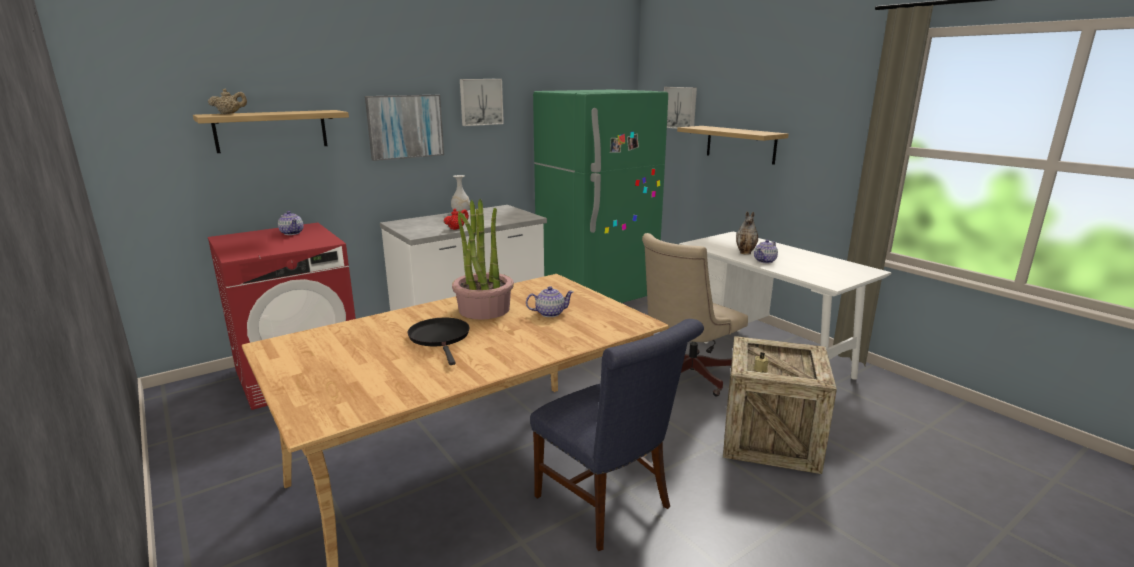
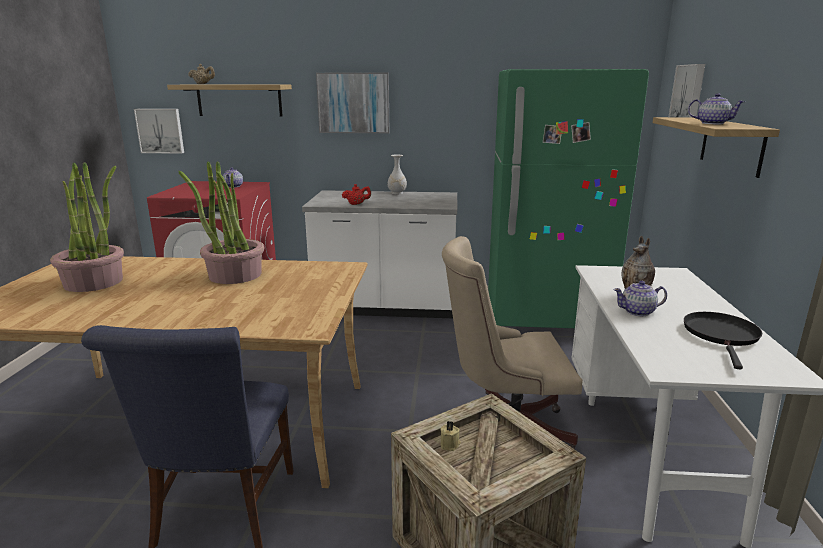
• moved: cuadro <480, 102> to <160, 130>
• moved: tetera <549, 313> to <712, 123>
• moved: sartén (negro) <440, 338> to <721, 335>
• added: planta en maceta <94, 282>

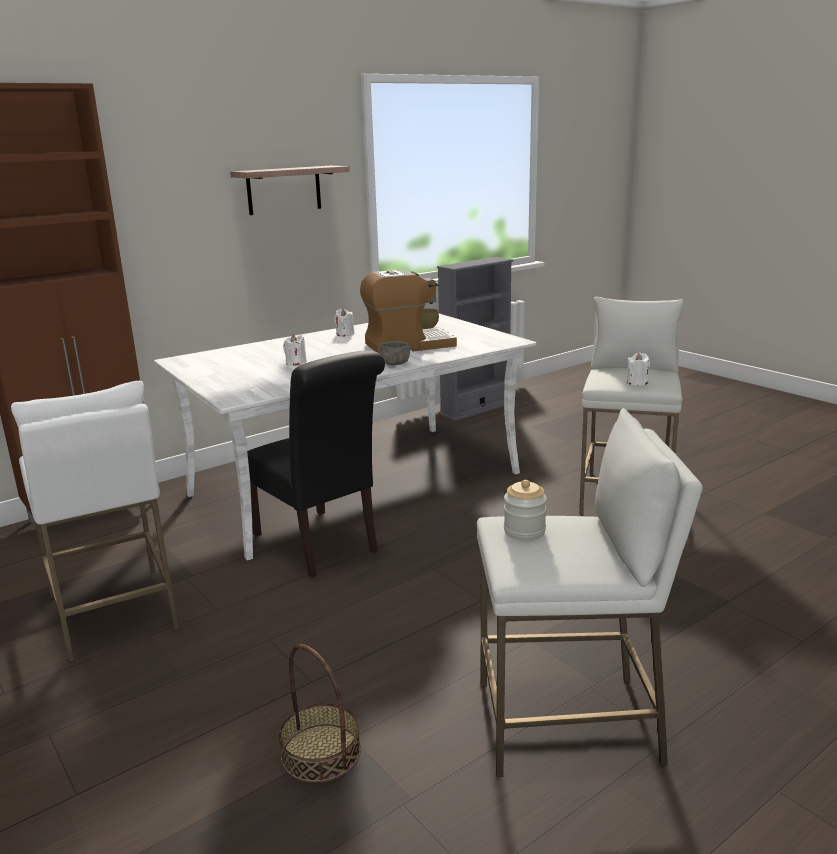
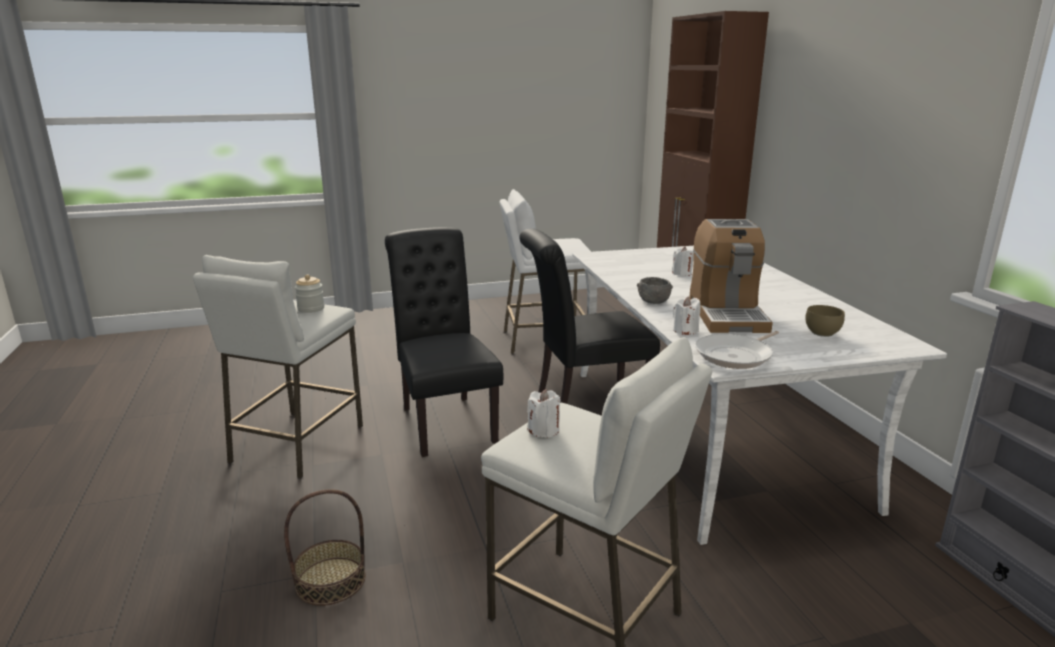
• removed: estante <284, 190>
• moved: vela (blanco) <345, 334> to <685, 330>
• moved: cesta <320, 752> to <331, 580>
• added: silla (negro) <445, 421>
• added: sartén <736, 356>

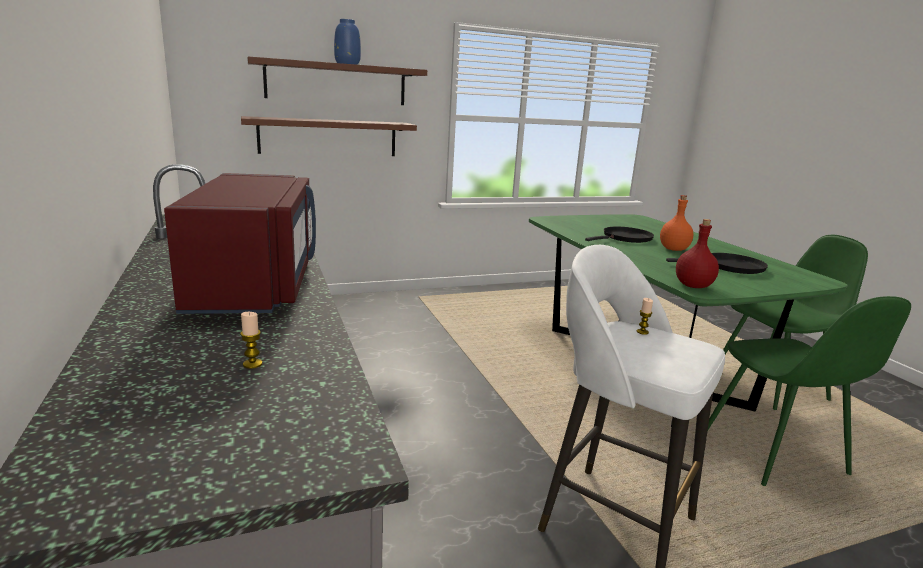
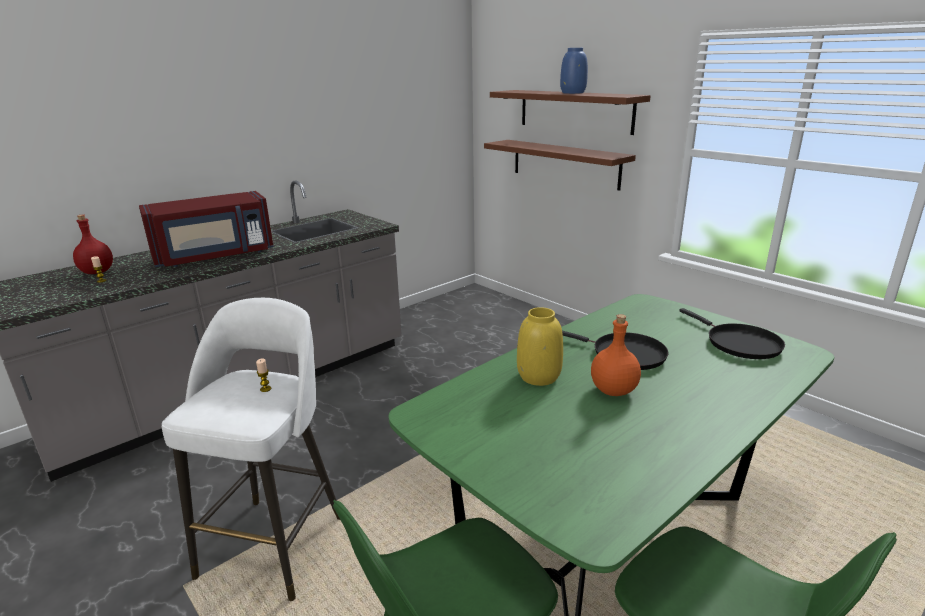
• moved: botella (rojo) <694, 286> to <97, 272>
• moved: sartén (negro) <729, 267> to <739, 343>
• added: florero (amarillo) <539, 377>

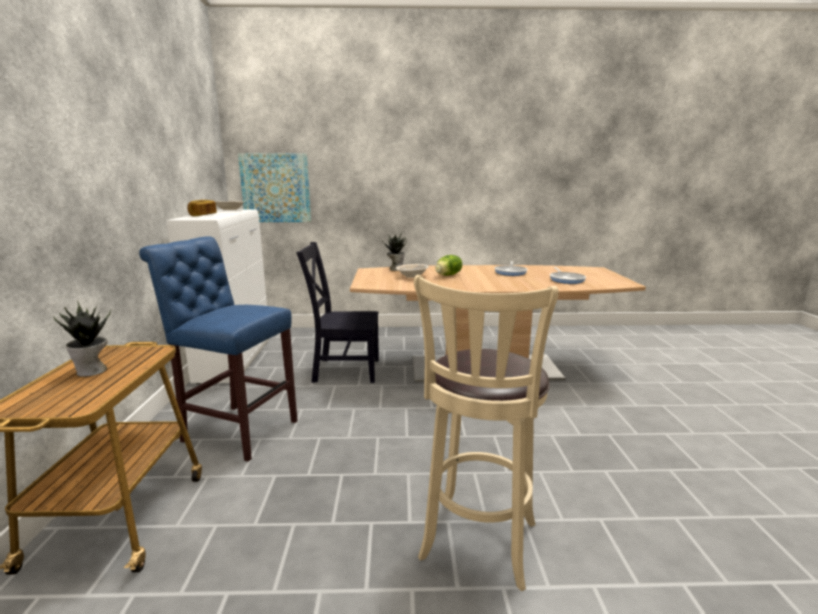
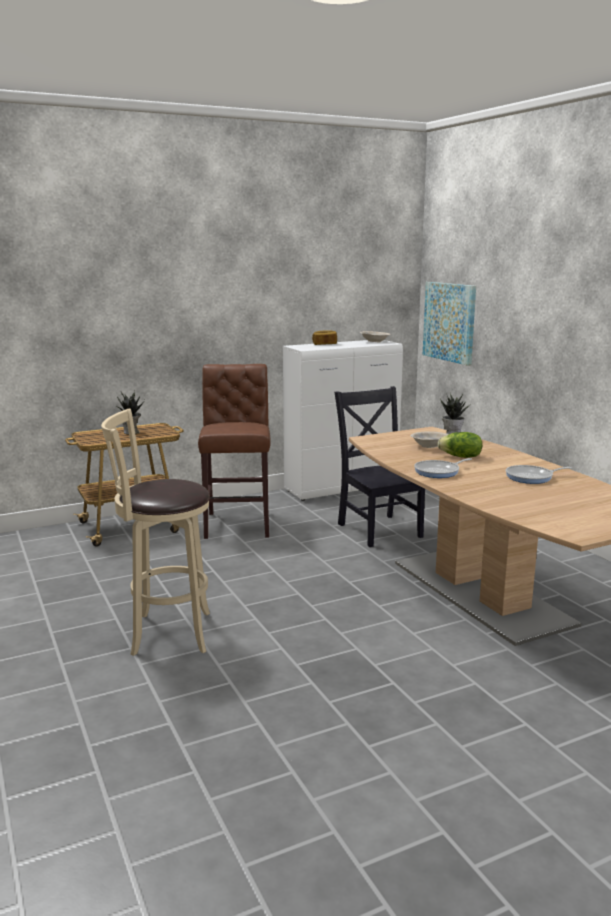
• recoloured: taburete (azul) <236, 430> to taburete (marrón) <238, 523>
• moved: sartén <566, 279> to <439, 472>

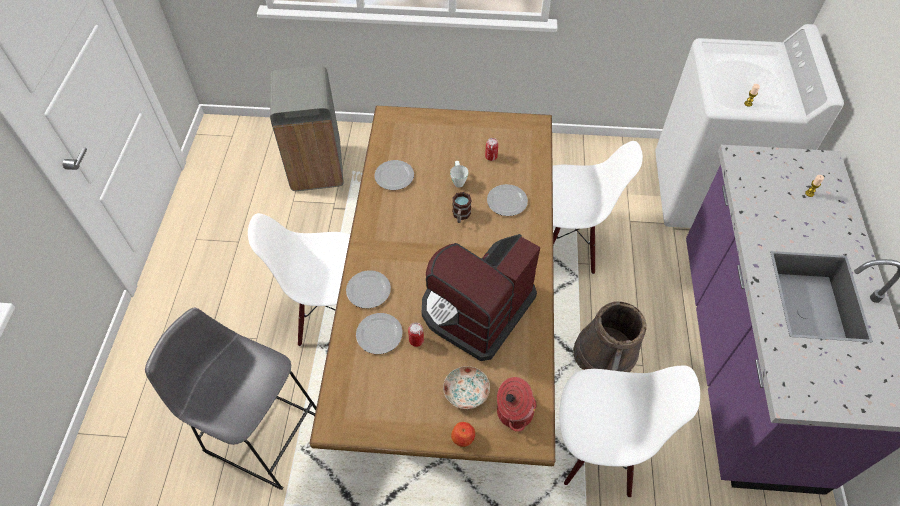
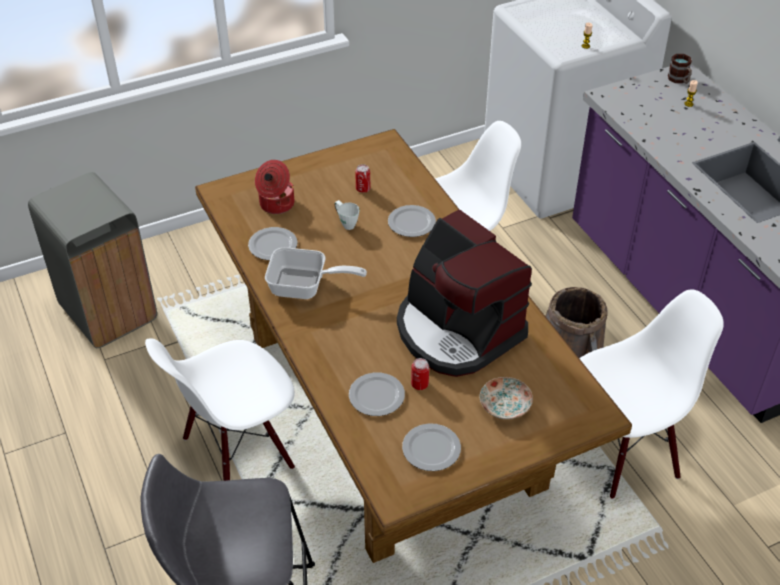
• moved: taza grande <460, 216> to <679, 80>
• turned: cafetera <476, 309> = <457, 331> 45 degrees counterclockwise
• moved: plato <368, 290> to <430, 448>
• moved: olla <513, 412> to <276, 204>
• removed: manzana <463, 437>
• added: sartén <305, 287>

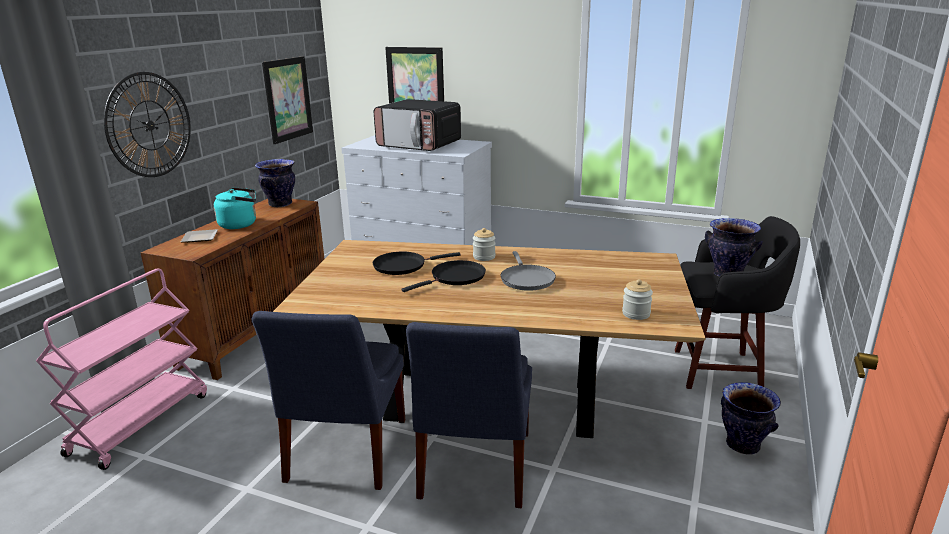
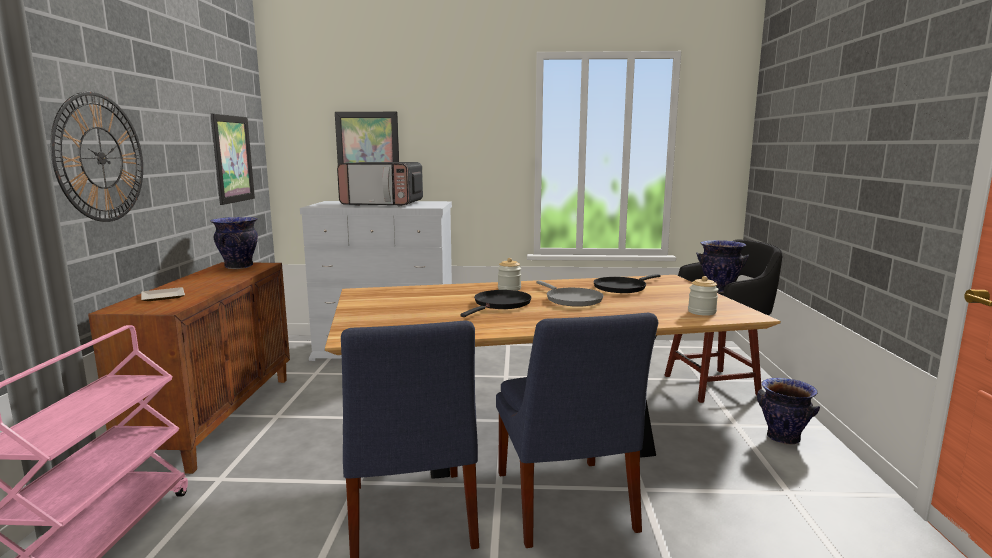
• removed: hervidor (turquesa) <240, 224>
• moved: sartén (negro) <403, 266> to <621, 287>

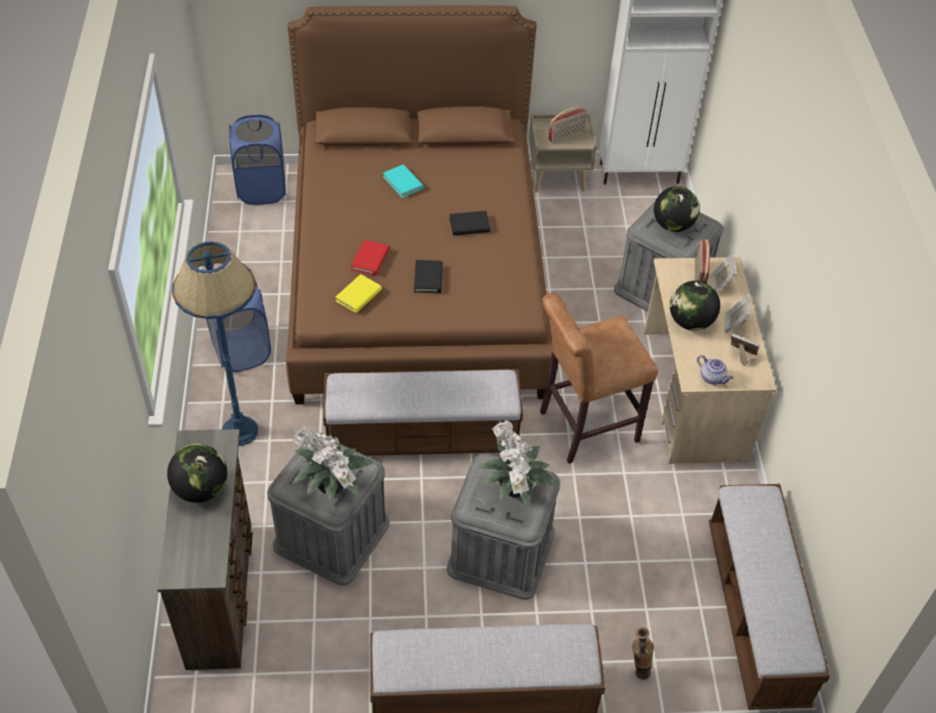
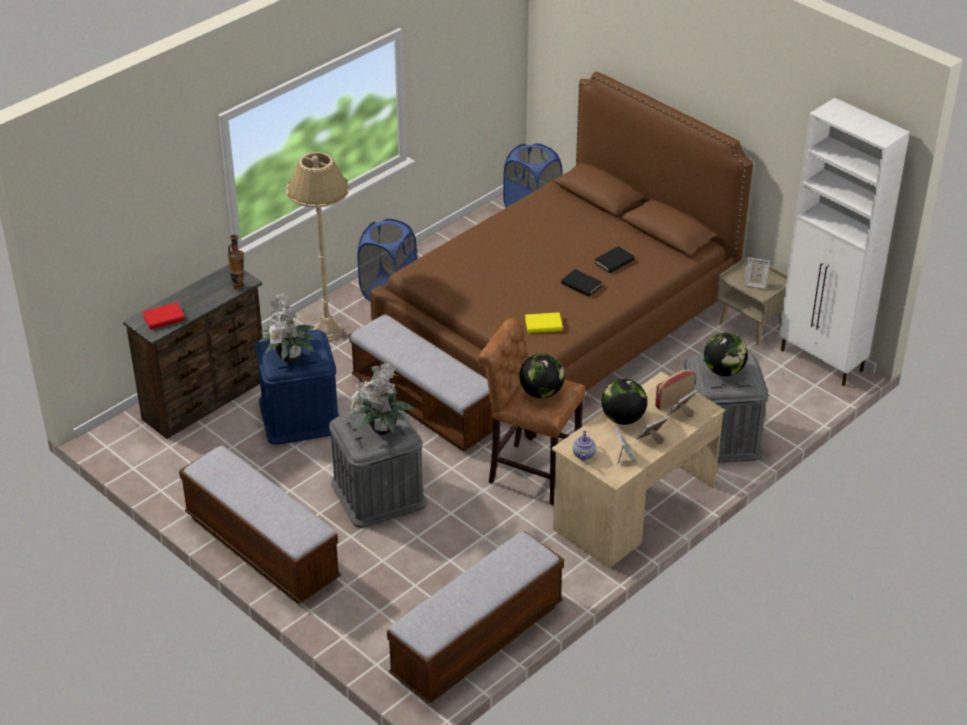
• replaced: radio <566, 136> to portarretratos <755, 283>
• removed: libro (turquesa) <403, 183>
• moved: libro (rojo) <370, 259> to <164, 318>
• recoloured: lámpara de pie (azul) <240, 430> to lámpara de pie (beis) <327, 331>
• moved: libro (negro) <428, 278> to <614, 262>
• moved: libro (amarillo) <358, 295> to <543, 325>
• recoloured: caja de almacenaje (gris) <331, 534> to caja de almacenaje (azul) <300, 415>
• moved: globo terráqueo <201, 489> to <541, 393>
• moved: florero <638, 670> to <238, 284>

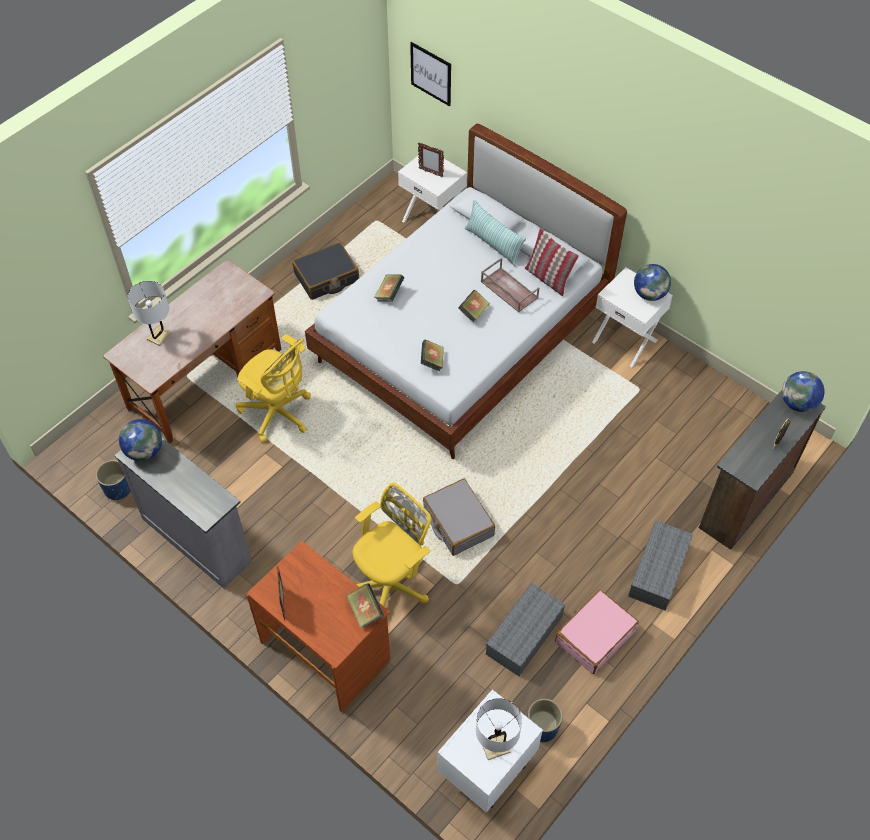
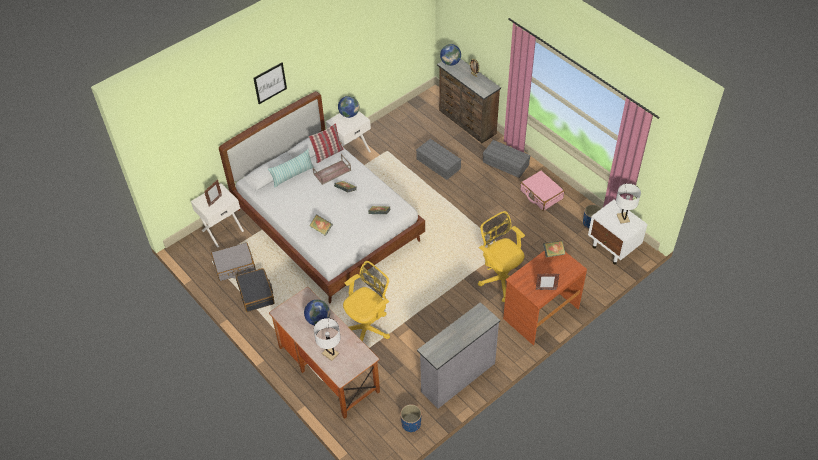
• moved: cuadro <431, 74> to <270, 83>
• moved: globo terráqueo <144, 451> to <318, 319>
• moved: maleta (gris) <458, 522> to <234, 266>
• moved: caja de almacenaje (gris) <524, 636> to <439, 164>

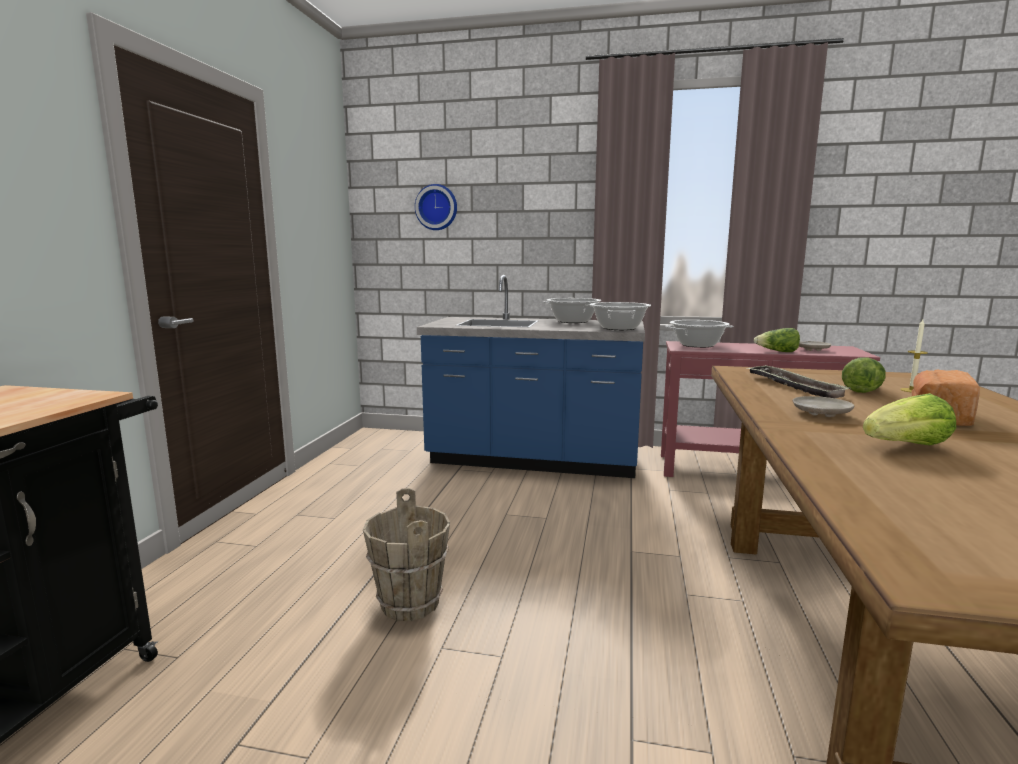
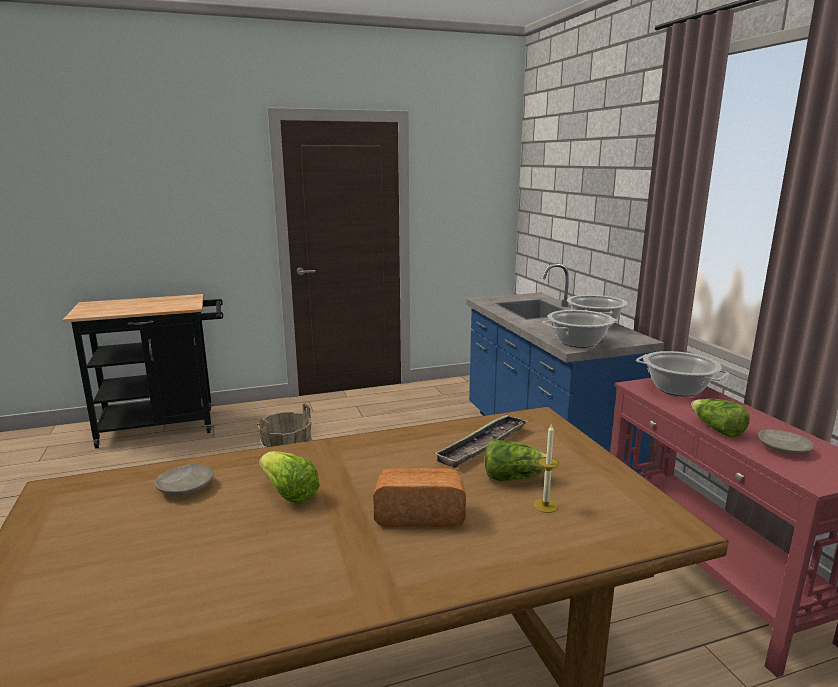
• removed: reloj de pared <437, 207>
• moved: plato (beis) <820, 413> to <186, 487>

